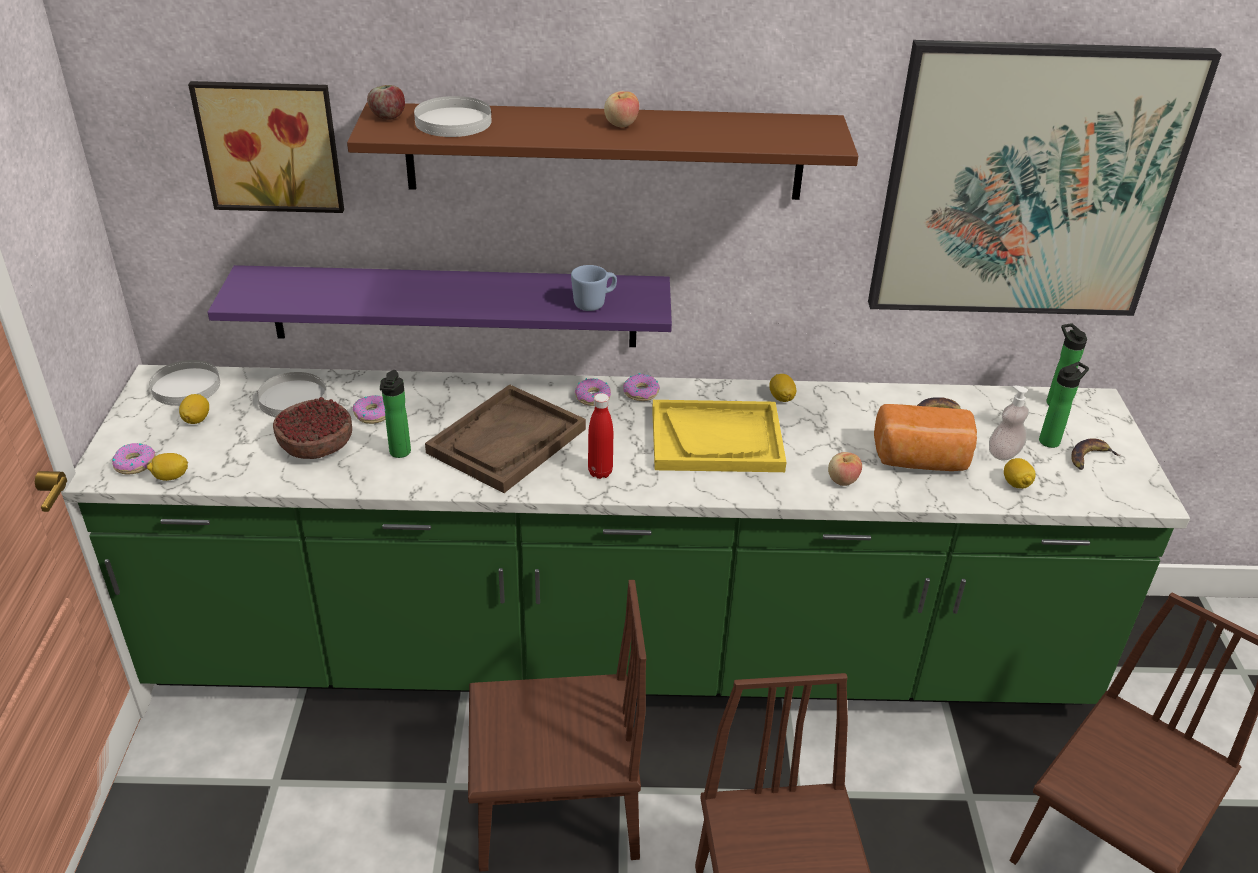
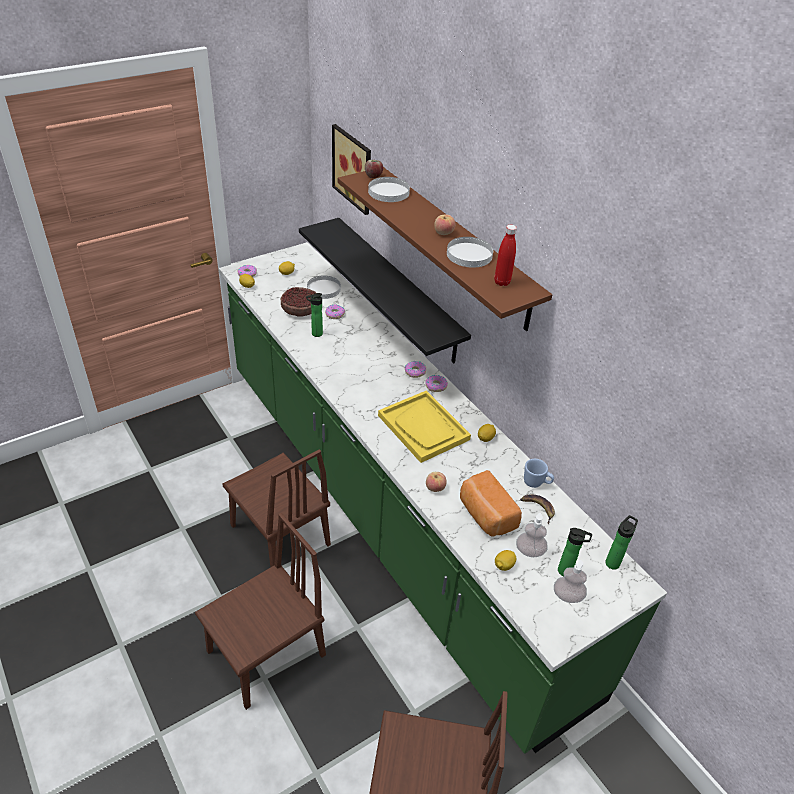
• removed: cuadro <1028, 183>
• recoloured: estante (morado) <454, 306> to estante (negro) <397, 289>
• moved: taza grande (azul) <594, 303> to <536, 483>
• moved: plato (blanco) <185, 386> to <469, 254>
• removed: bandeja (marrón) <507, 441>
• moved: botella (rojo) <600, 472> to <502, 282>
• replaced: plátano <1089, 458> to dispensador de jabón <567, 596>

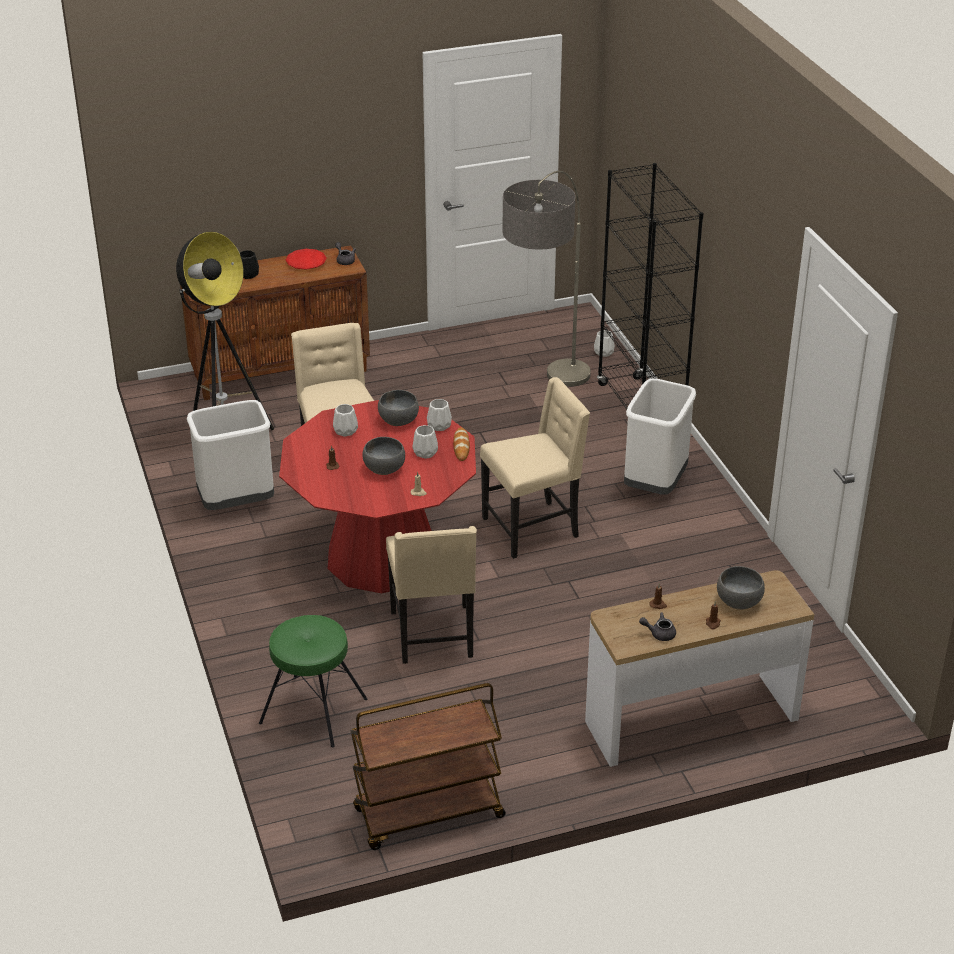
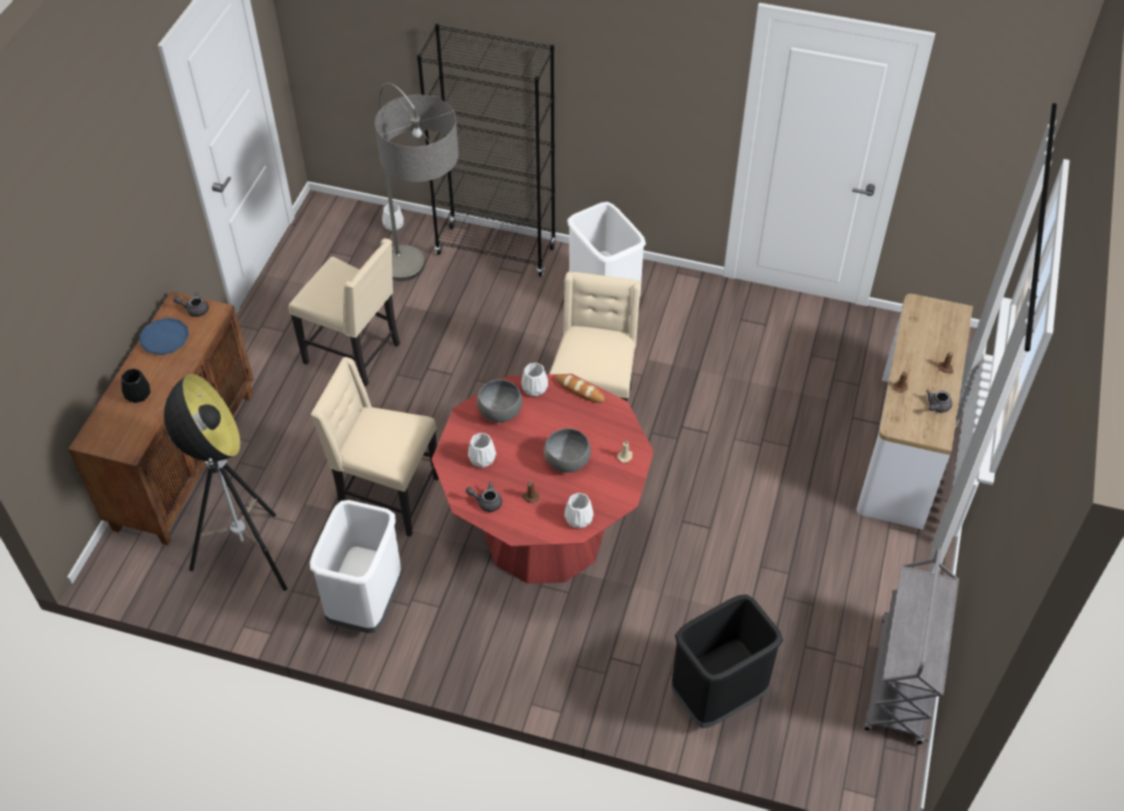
• recoloured: plato (rojo) <306, 262> to plato (azul) <165, 339>
• moved: florero (blanco) <426, 453> to <579, 518>
• moved: silla (beis) <434, 636> to <355, 353>
• removed: cuenco (gris) <738, 601>
• replaced: taburete (verde) <313, 711> to papelera (negro) <717, 697>
• recoloured: carrito (marrón) <428, 814> to carrito (gris) <901, 681>
• added: tetera (gris) <486, 502>

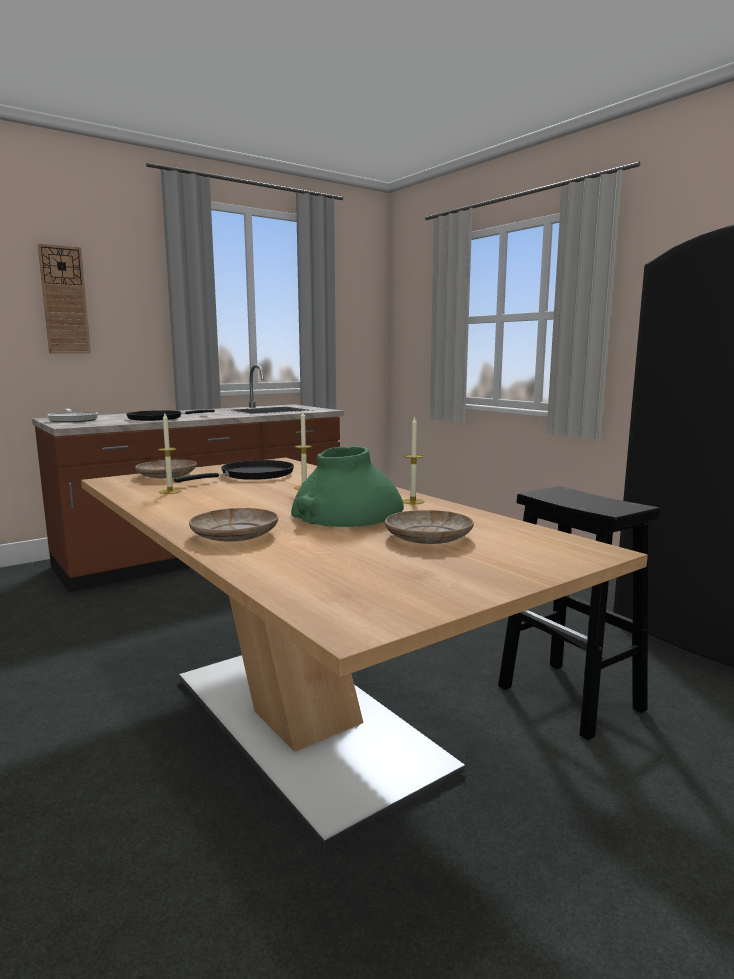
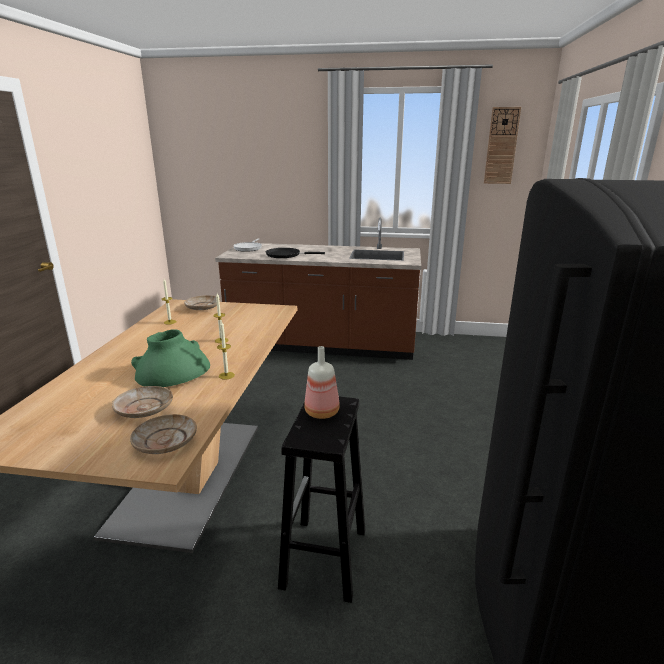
• moved: reloj de pared <64, 300> to <501, 146>
• removed: sartén (negro) <252, 475>
• moved: plato (beis) <234, 535> to <165, 442>
• added: botella <322, 412>

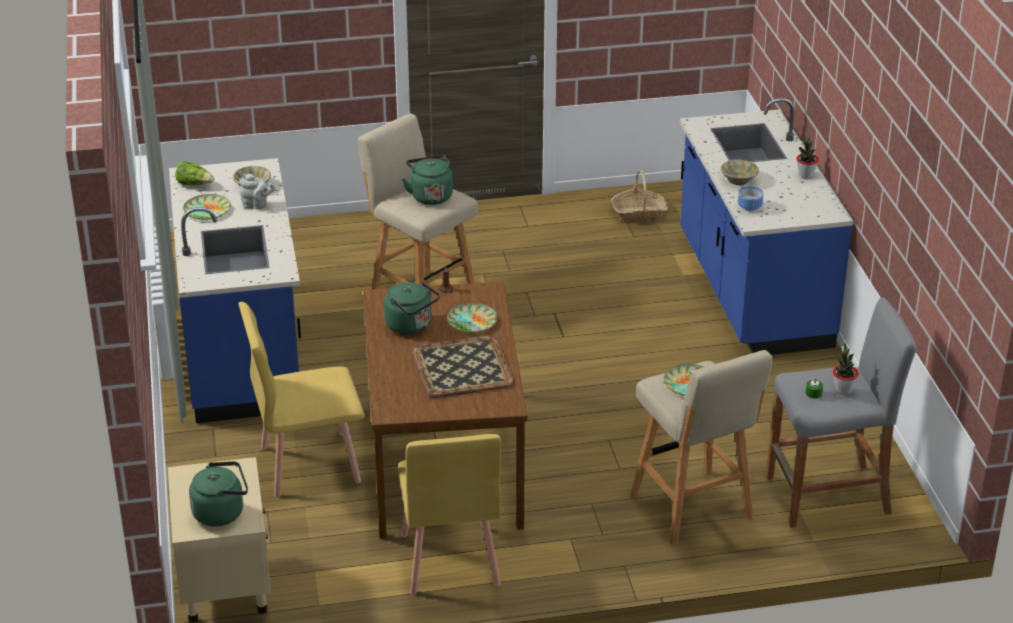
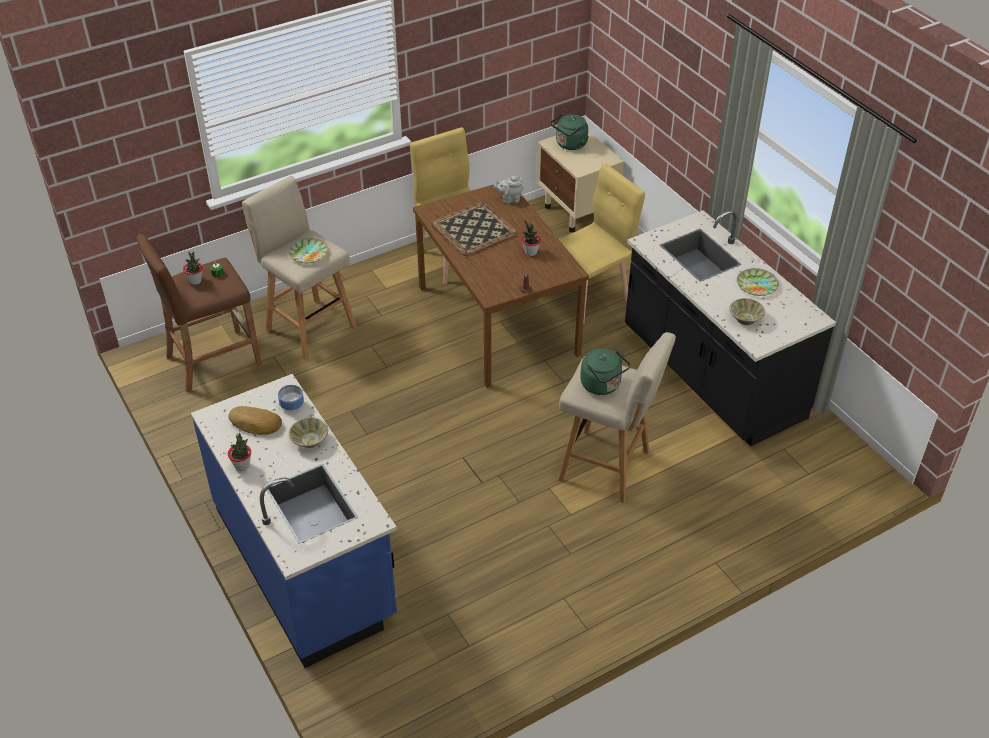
• recoloured: mueble bajo de cocina (azul) <243, 349> to mueble bajo de cocina (negro) <711, 375>
• removed: lechuga <195, 184>
• removed: cesta <638, 214>
• moved: tetera (gris) <256, 205> to <509, 199>
• replaced: hervidor (verde) <411, 326> to planta en maceta <530, 252>
• recoloured: taburete (gris) <828, 496> to taburete (marrón) <214, 360>
• removed: plato <471, 321>
• added: pan <255, 424>

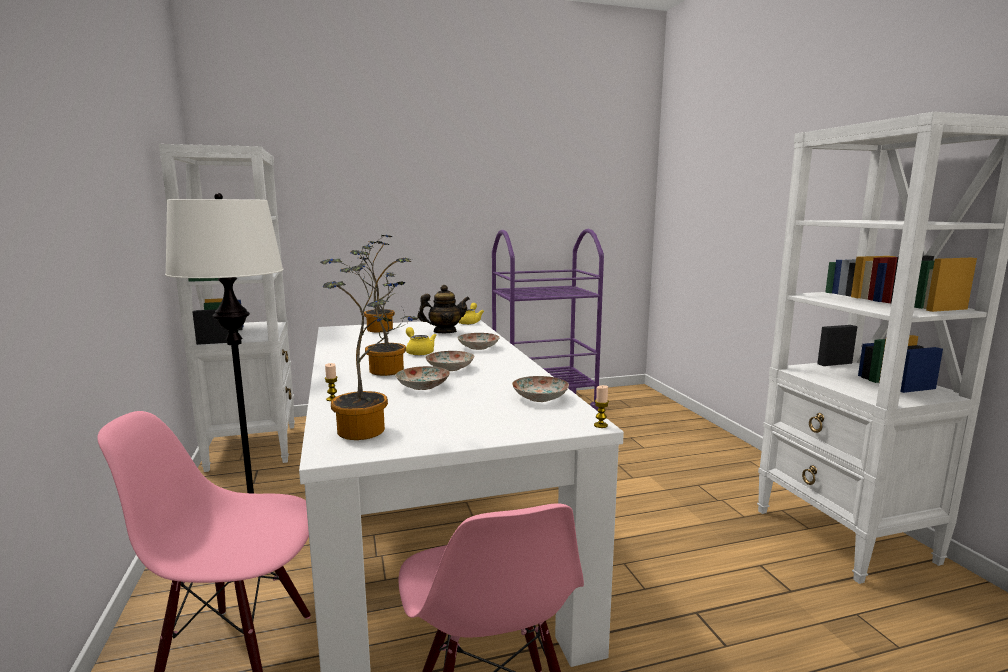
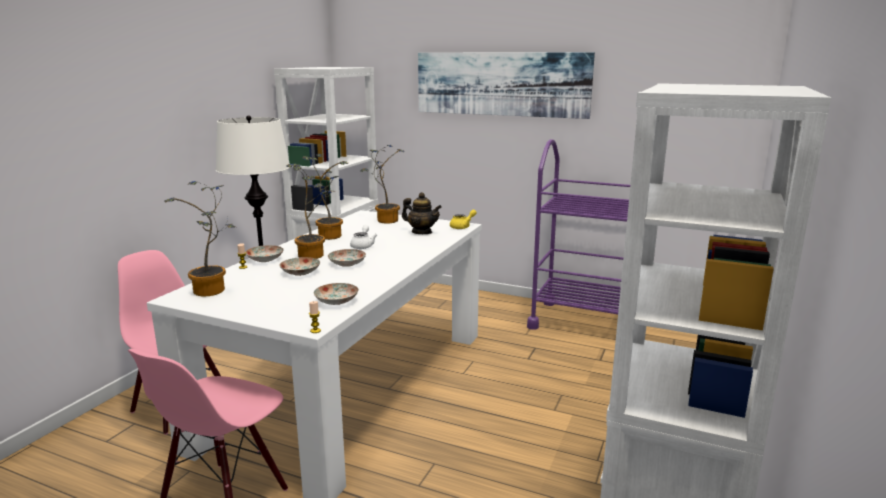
• recoloured: tetera (amarillo) <419, 352> to tetera (blanco) <363, 246>
• moved: plato <479, 347> to <265, 259>
• added: cuadro <501, 84>
• added: planta en maceta <330, 235>

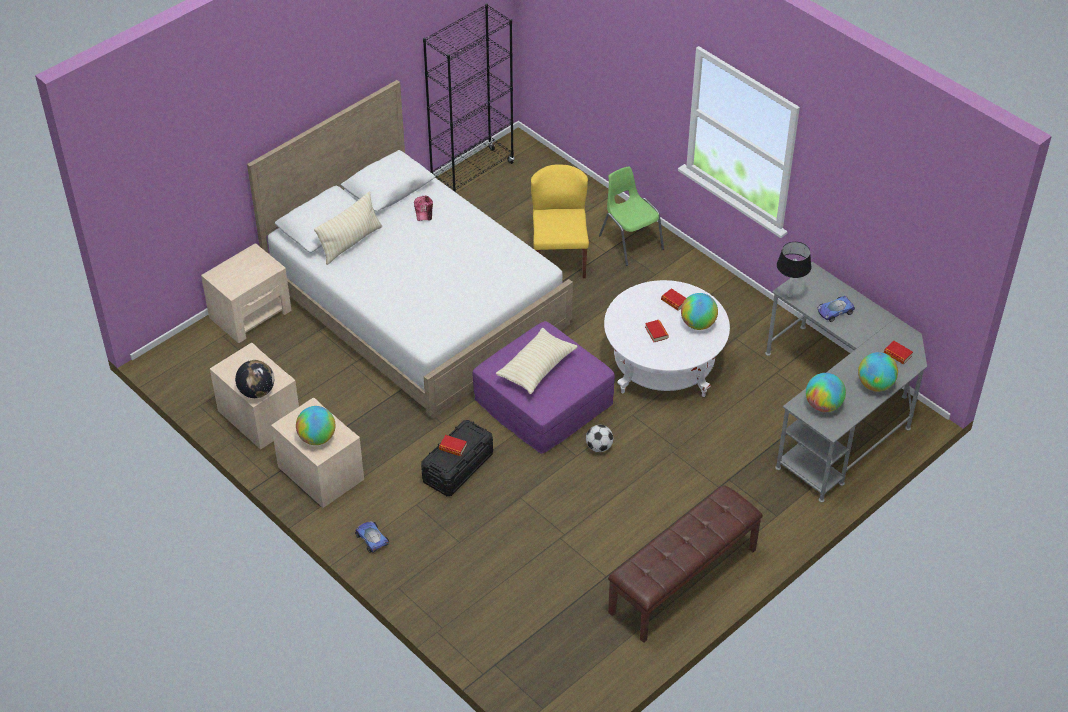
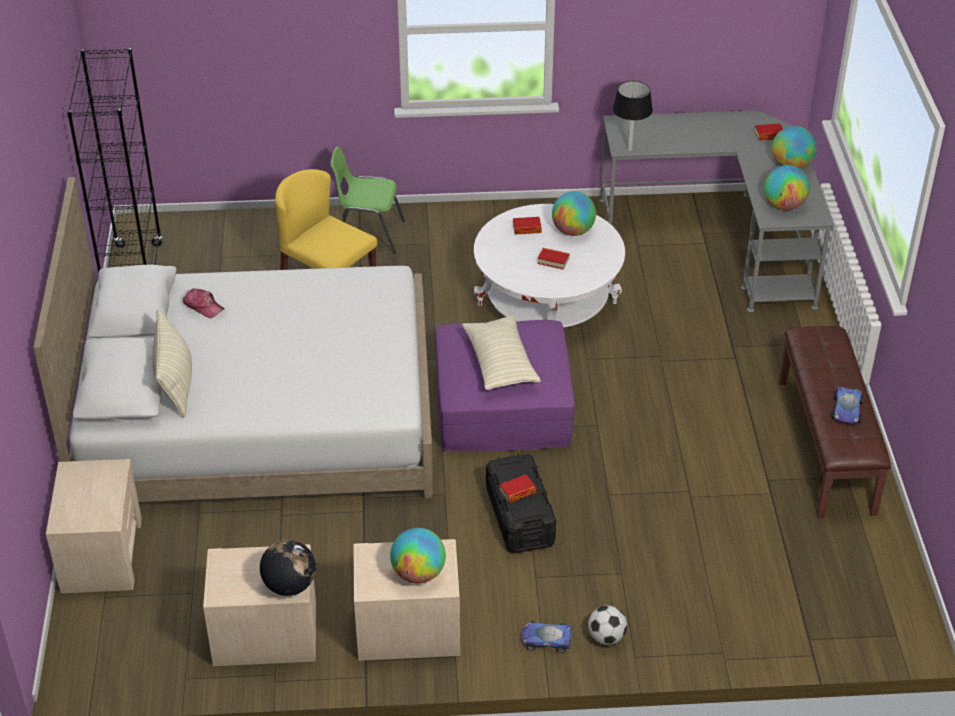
• moved: coche de juguete <834, 311> to <846, 410>
• moved: balón de fútbol <599, 447> to <606, 637>

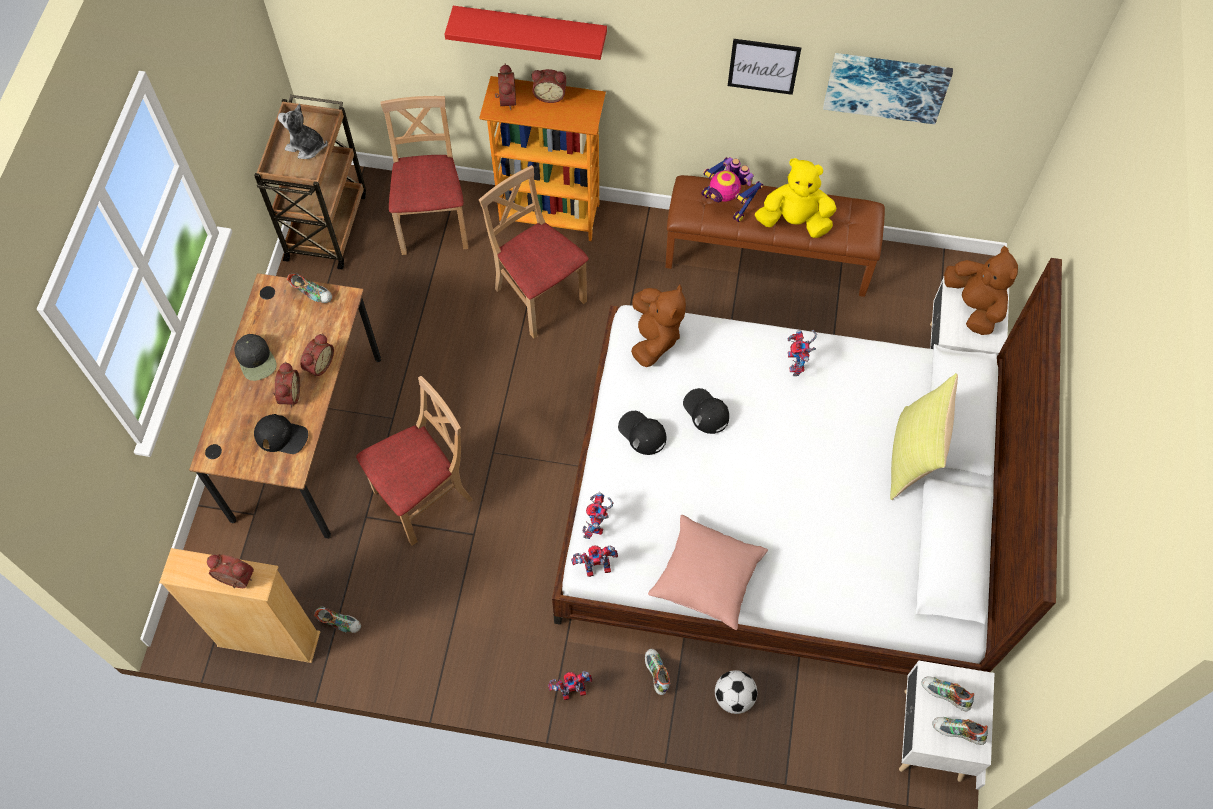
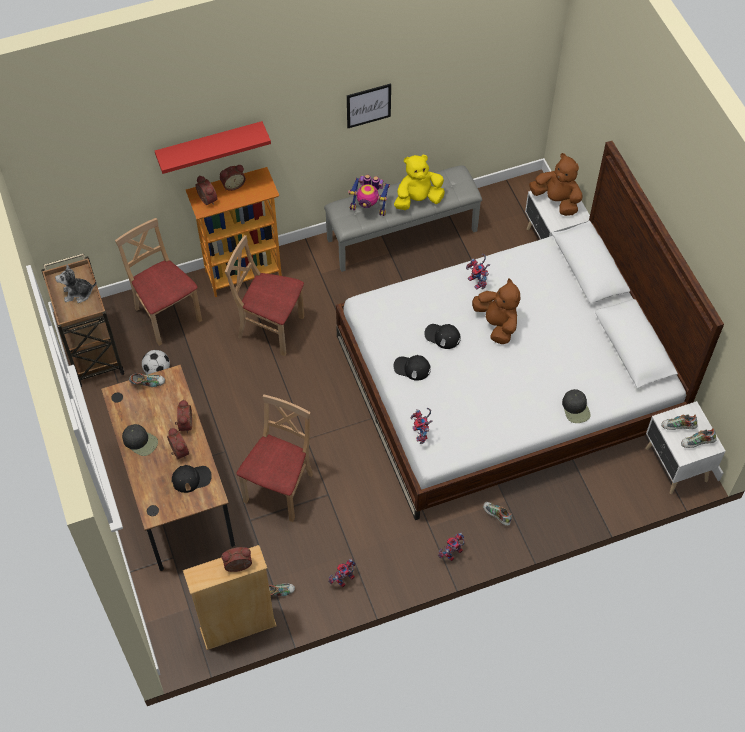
• removed: cuadro <886, 86>
• recoloured: banco (marrón) <768, 256> to banco (gris) <402, 234>
• moved: peluche (marrón) <654, 338> to <497, 324>
• removed: cojín (amarillo) <913, 456>
• removed: cojín (rosa) <707, 577>
• moved: robot de juguete <595, 570> to <344, 581>
• moved: balón de fútbol <734, 697> to <157, 371>
• added: gorra (negro) <576, 408>

